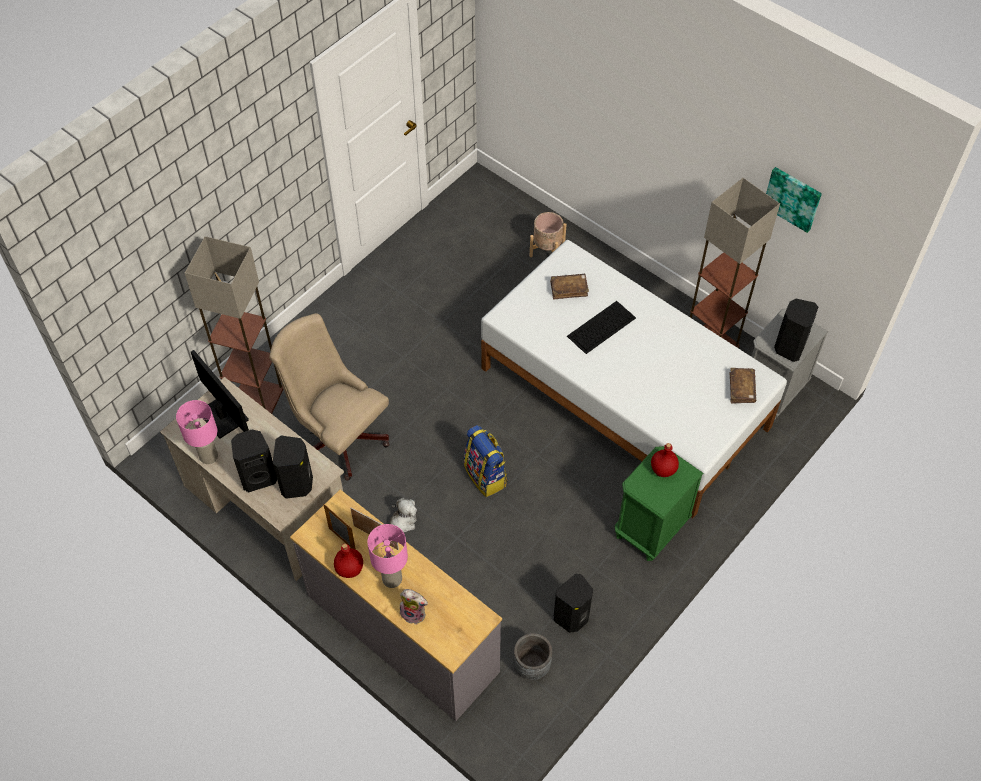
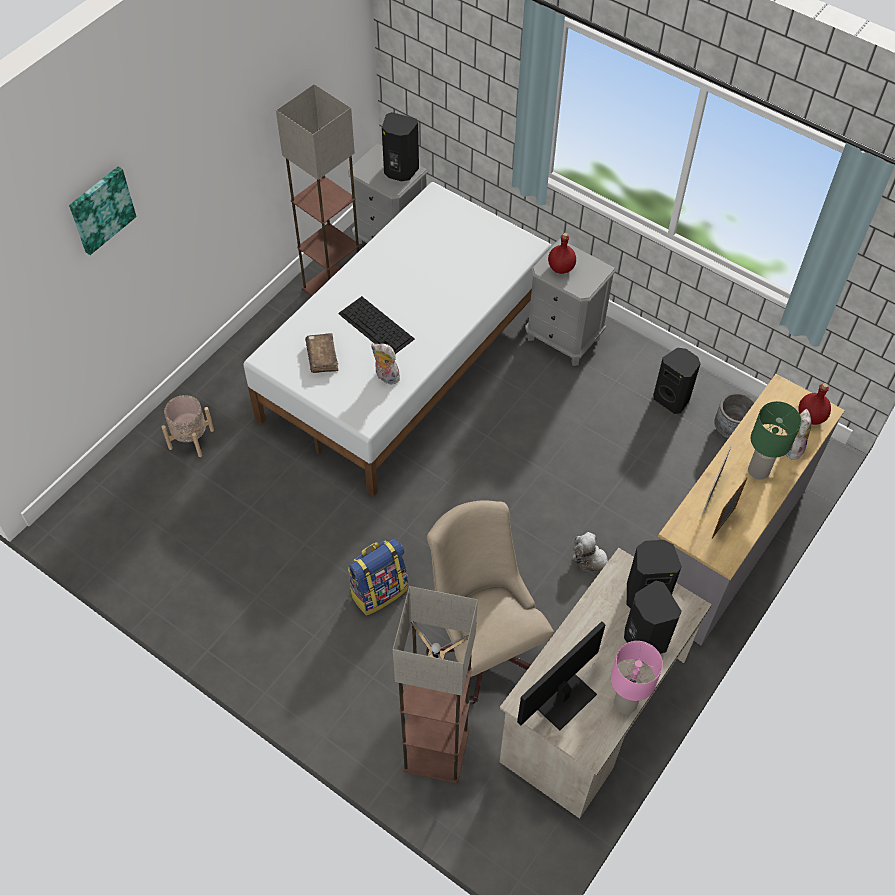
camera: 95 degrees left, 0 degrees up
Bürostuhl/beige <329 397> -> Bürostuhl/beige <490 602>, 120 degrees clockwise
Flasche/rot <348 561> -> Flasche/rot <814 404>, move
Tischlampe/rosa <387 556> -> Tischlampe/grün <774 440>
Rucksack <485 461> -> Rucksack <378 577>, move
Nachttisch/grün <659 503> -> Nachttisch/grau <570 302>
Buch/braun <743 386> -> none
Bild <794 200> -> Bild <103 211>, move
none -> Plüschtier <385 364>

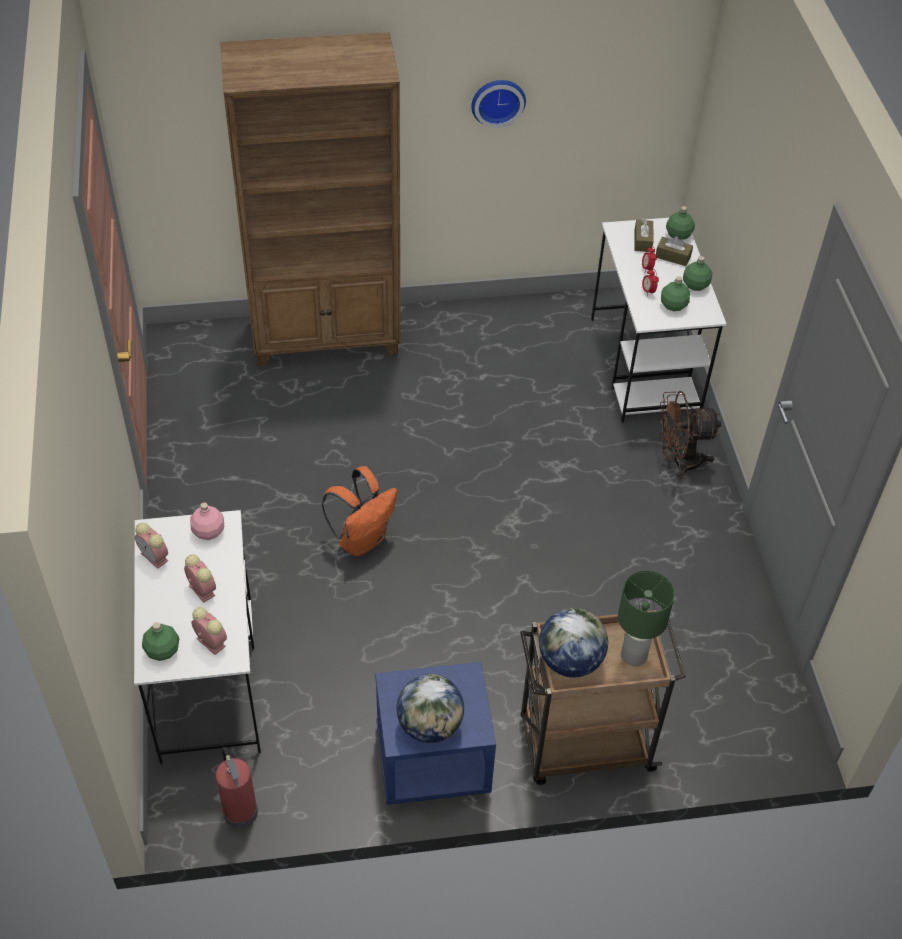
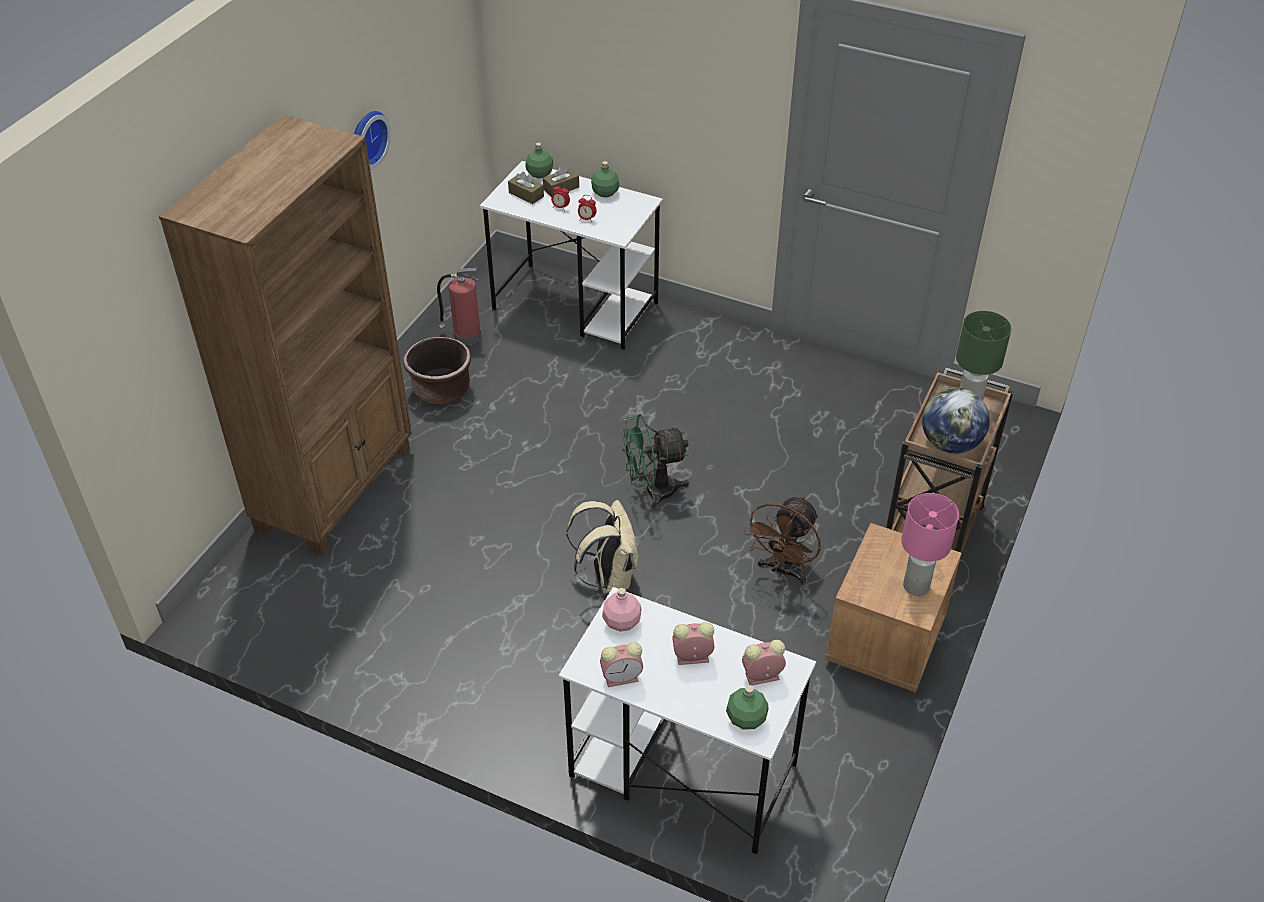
camera: 55 degrees left, 5 degrees down
Feuerlöscher <237 787> -> Feuerlöscher <459 306>, move
Rucksack/orange <360 511> -> Rucksack/beige <602 546>
Nachttisch/blau <435 733> -> Nachttisch/braun <893 608>
Globus <430 708> -> Tischlampe/rosa <930 544>
Ventilator/braun <690 435> -> Ventilator/braun <782 540>, move
Flasche/grün <675 293> -> none
none -> Pflanzkübel/braun <437 370>
none -> Ventilator/grün <655 462>

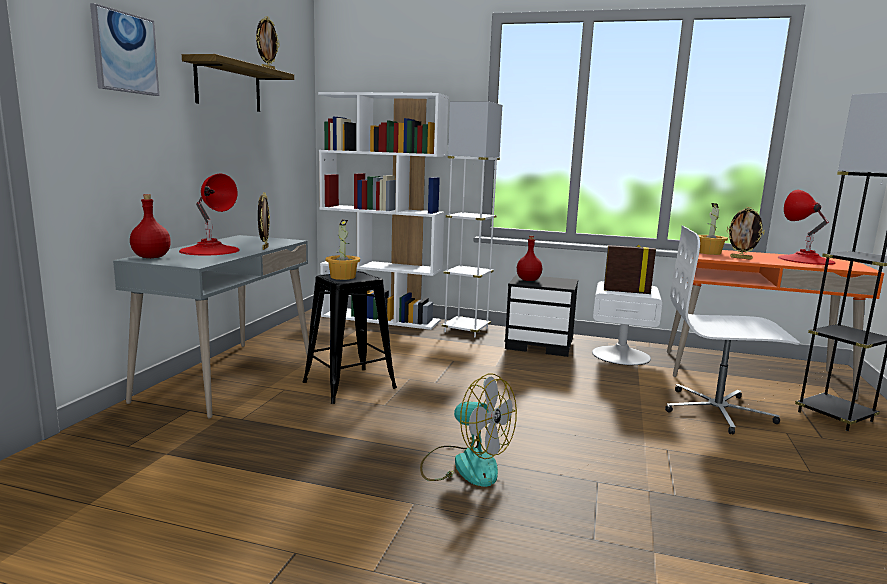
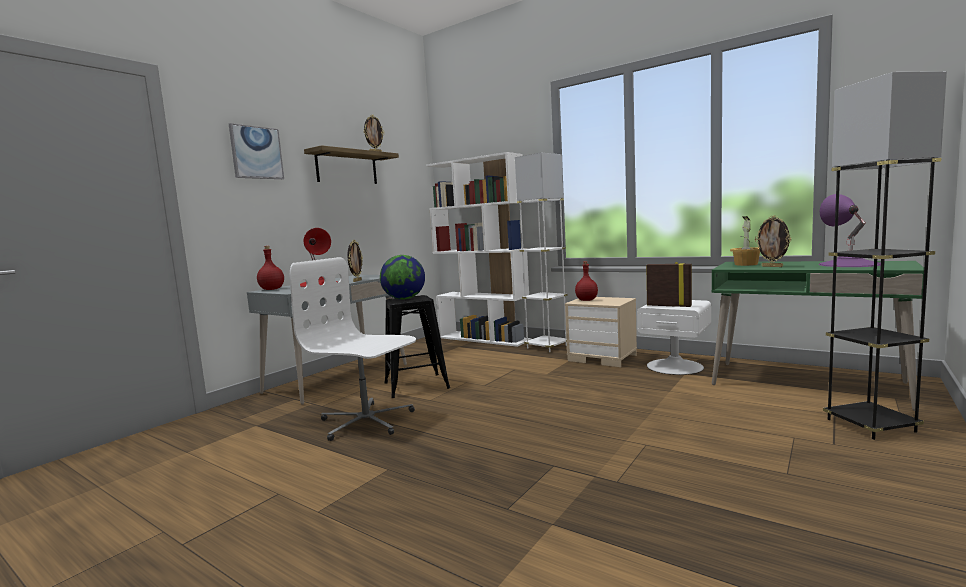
camera: 20 degrees right, 5 degrees down
Topfpflanze <343 250> -> Globus <402 277>
Ventilator <468 430> -> none
Nachttisch/schwarz <541 315> -> Nachttisch/beige <601 332>
Bürostuhl/weiß <732 329> -> Bürostuhl/weiß <353 349>, move
Schreibtisch/orange <775 325> -> Schreibtisch/grün <818 336>
Tischlampe/rot <807 227> -> Tischlampe/lila <850 230>

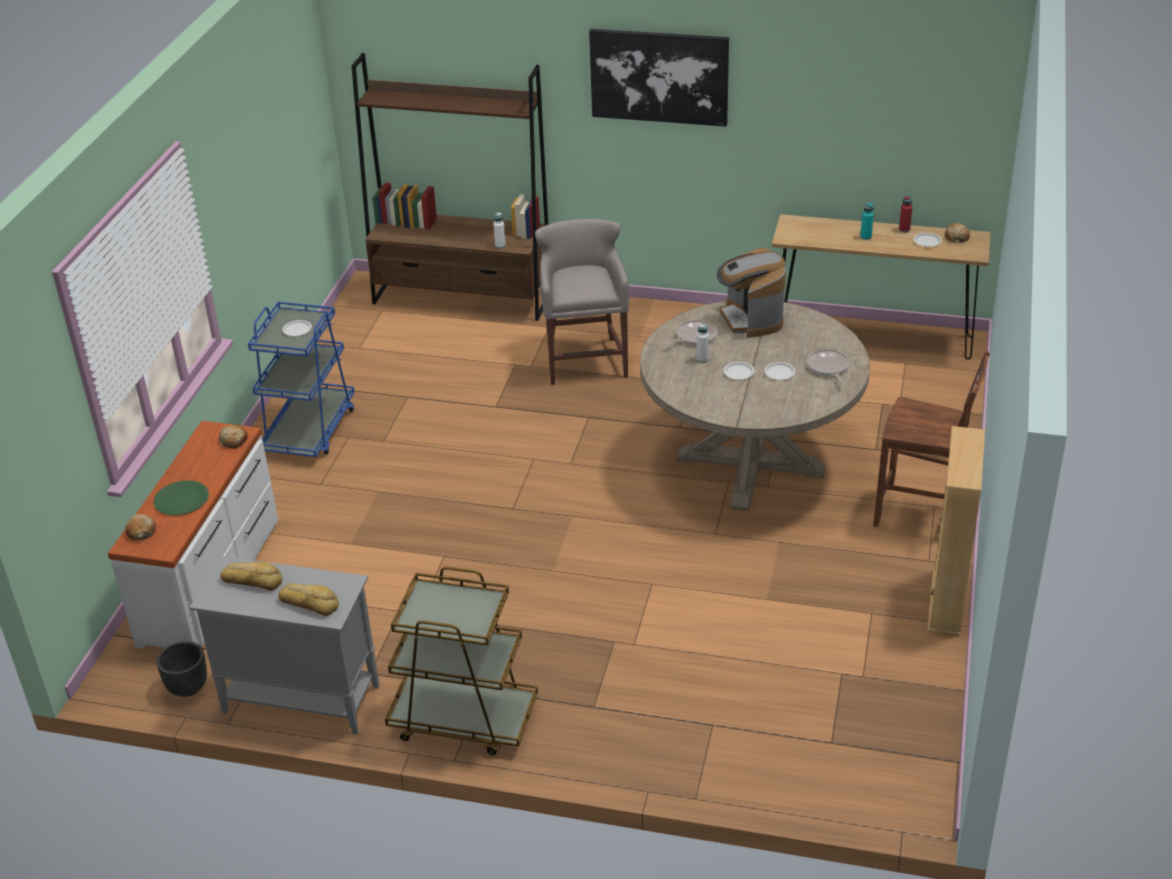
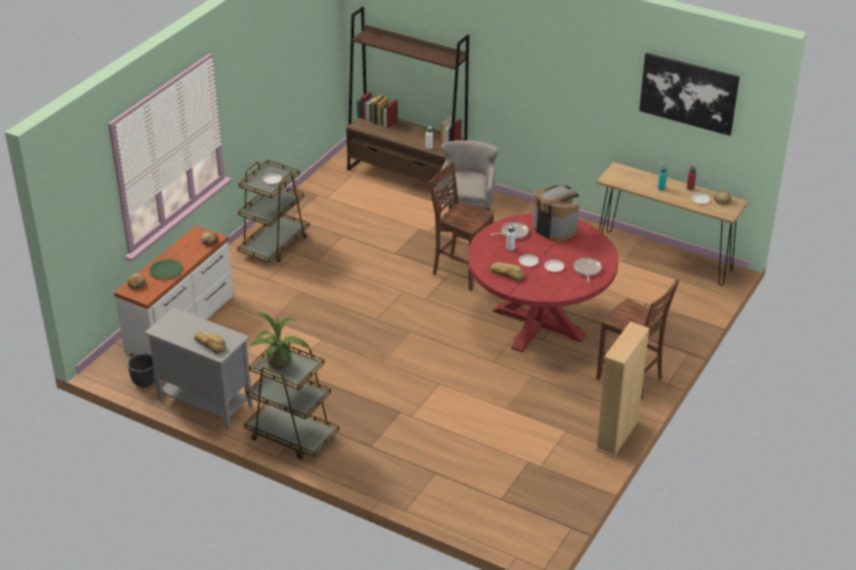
camera: 15 degrees right, 0 degrees up
Brot <251 576> -> Brot <507 271>, move
Rollwagen/blau <301 379> -> Rollwagen/braun <273 210>
Bild <659 78> -> Bild <689 94>, move
Esstisch/beige <755 406> -> Esstisch/rot <543 283>
Kaffeemaschine <751 293> -> Kaffeemaschine <556 213>, 135 degrees clockwise
none -> Topfpflanze <279 341>
none -> Stuhl/braun <461 226>

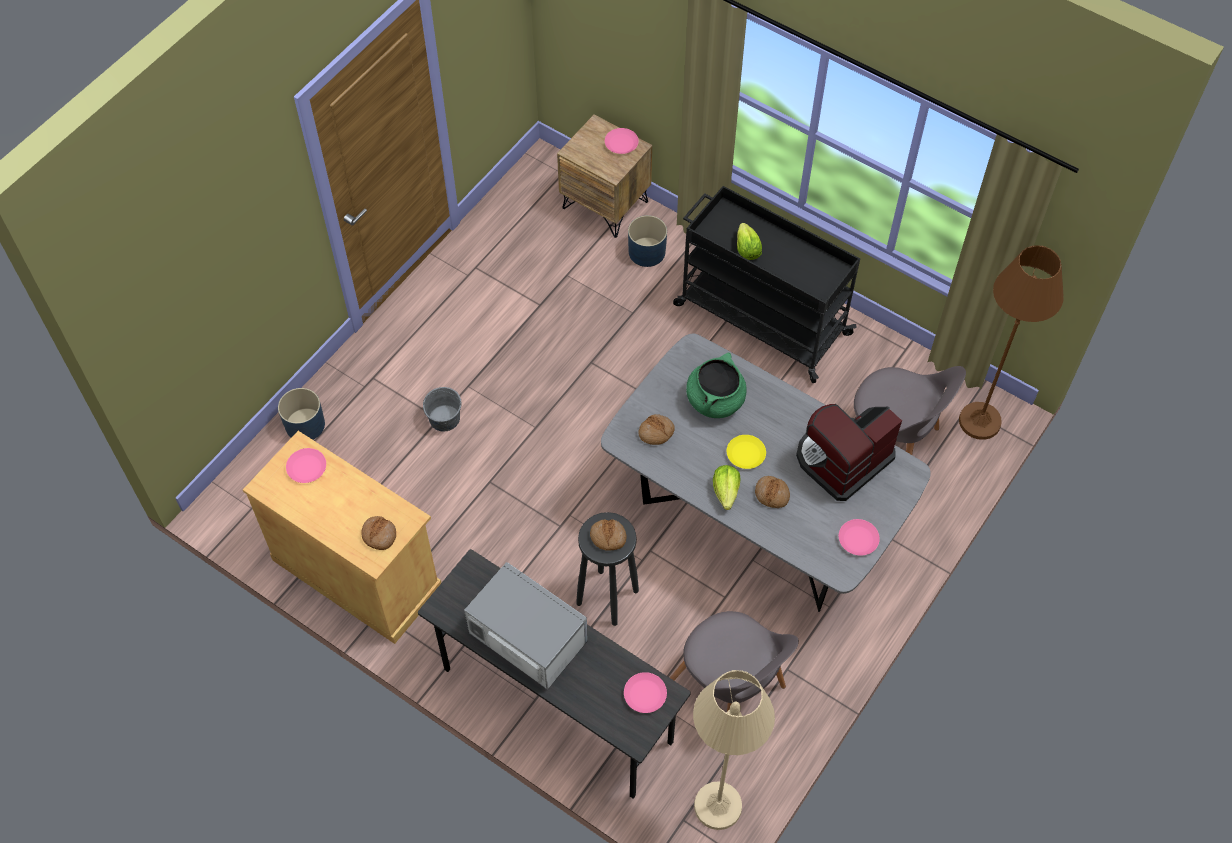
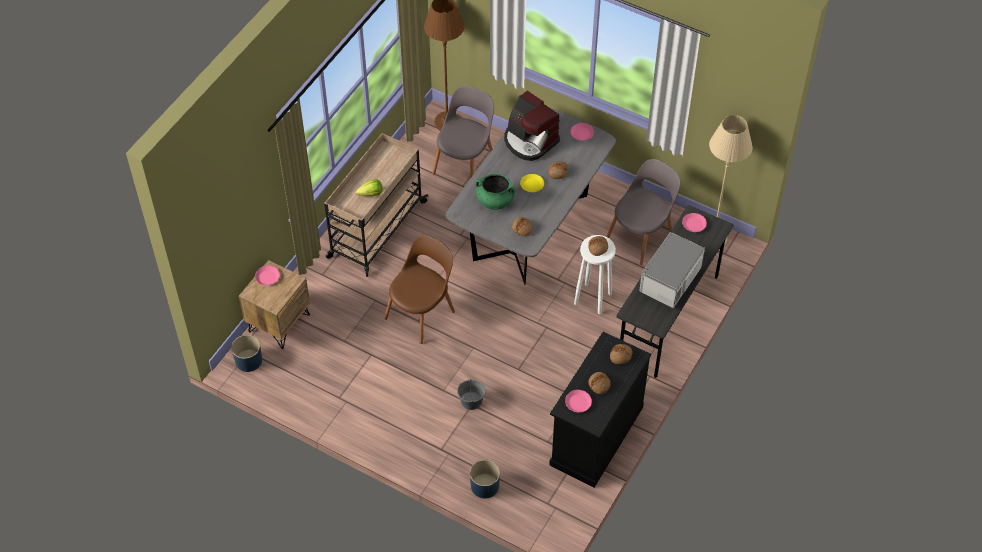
camera: 95 degrees left, 5 degrees down
Schrank/beige <342 537> -> Schrank/schwarz <600 409>
Hocker/schwarz <607 569> -> Hocker/weiß <595 274>
Pflanzkübel/blau <647 241> -> Pflanzkübel/blau <246 353>, move
Rollwagen/schwarz <766 284> -> Rollwagen/beige <376 205>
Salatkopf <727 487> -> none
none -> Stuhl/braun <419 289>
none -> Brot <599 383>

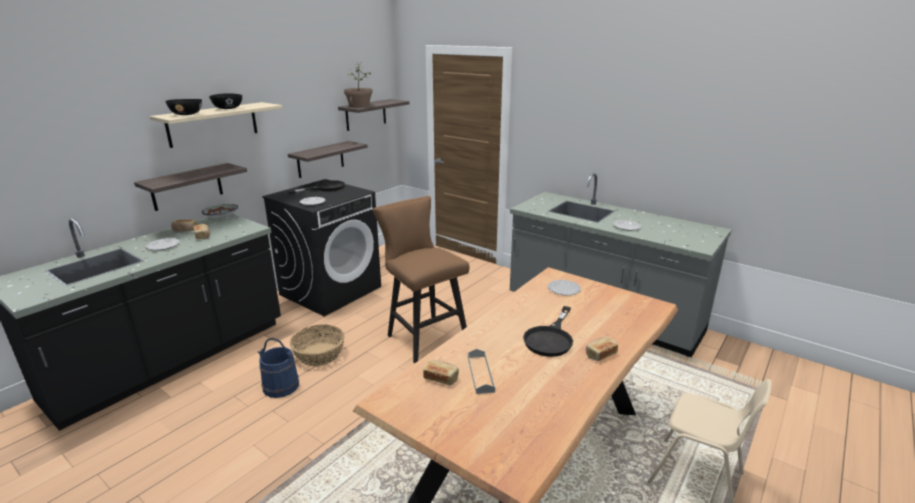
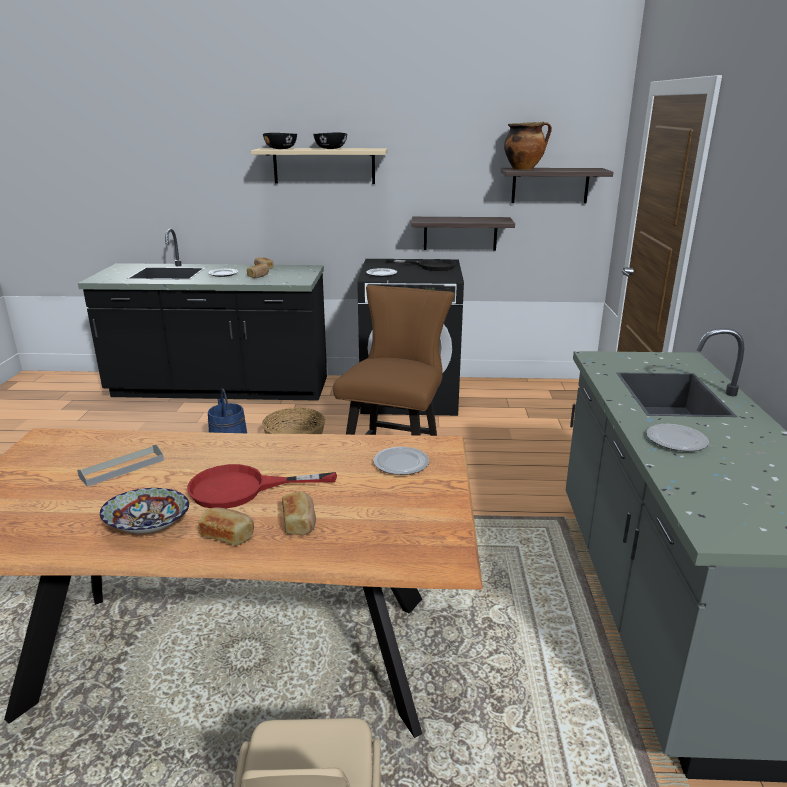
camera: 55 degrees right, 0 degrees up
Wandregal <190 187> -> none
Schüssel <220 211> -> Schüssel <144 511>, move
Topfpflanze <358 85> -> Kochtopf <528 146>
Brot <441 372> -> Brot <299 513>, move
Pfanne/schwarz <548 331> -> Pfanne/rot <262 486>

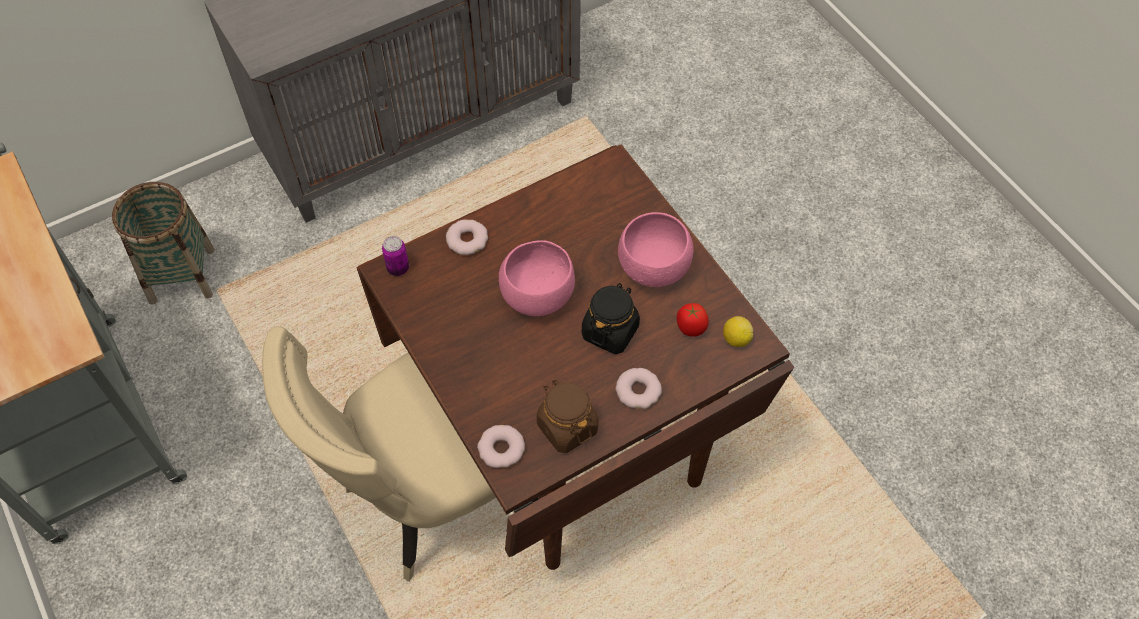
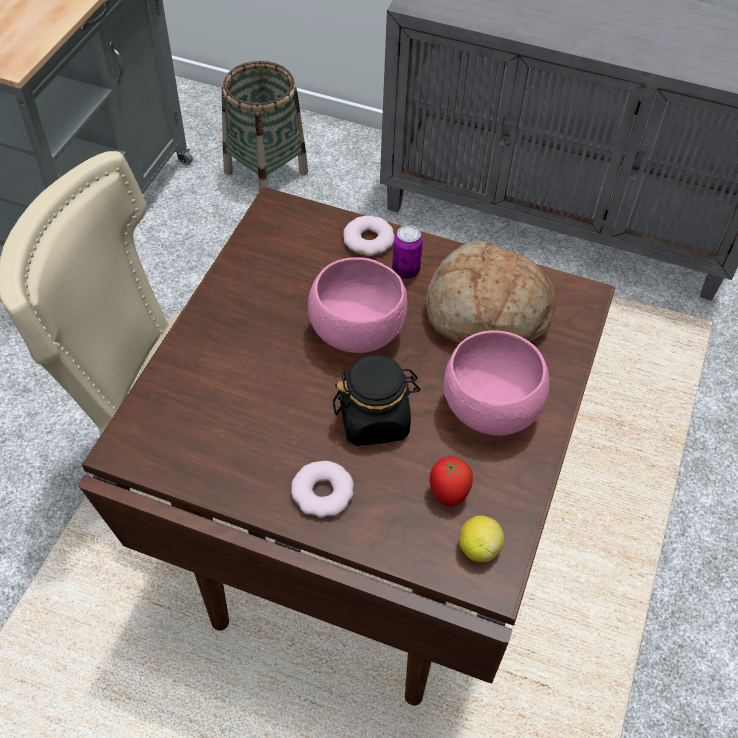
camera: 50 degrees right, 5 degrees down
Dose <395 256> -> Dose <407 252>, move
Donut <501 446> -> none
Vorratsglas/braun <568 416> -> none
none -> Brot <491 292>

